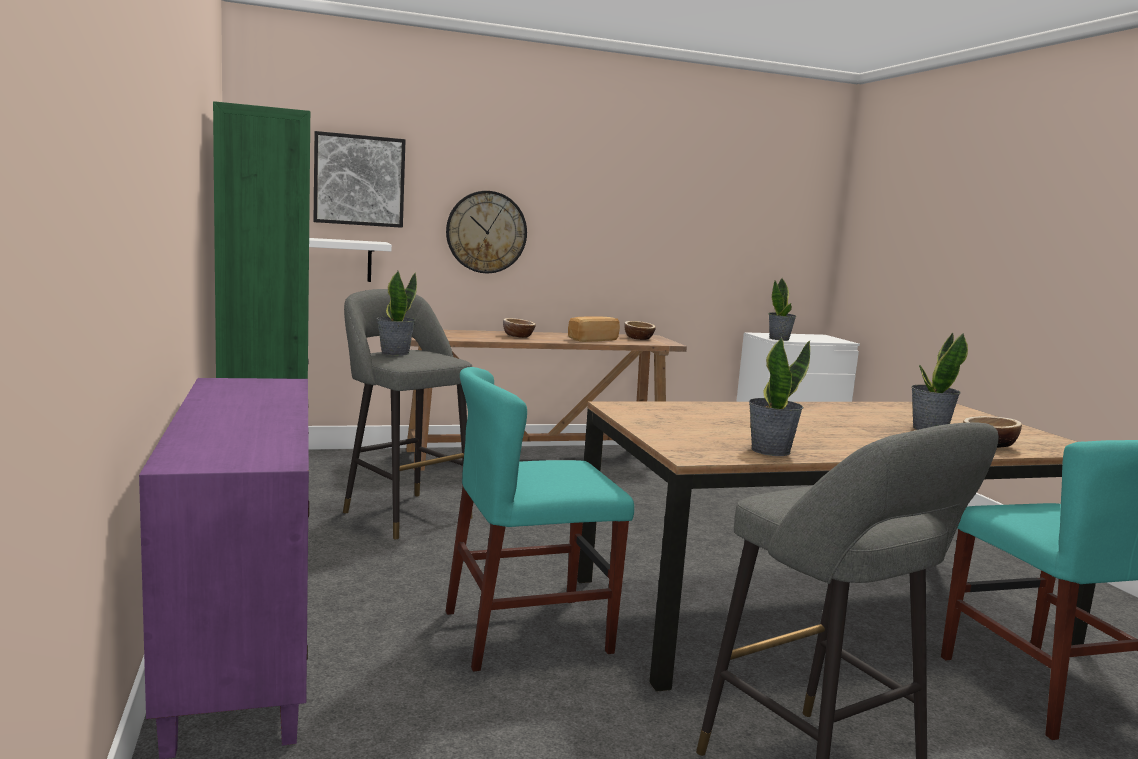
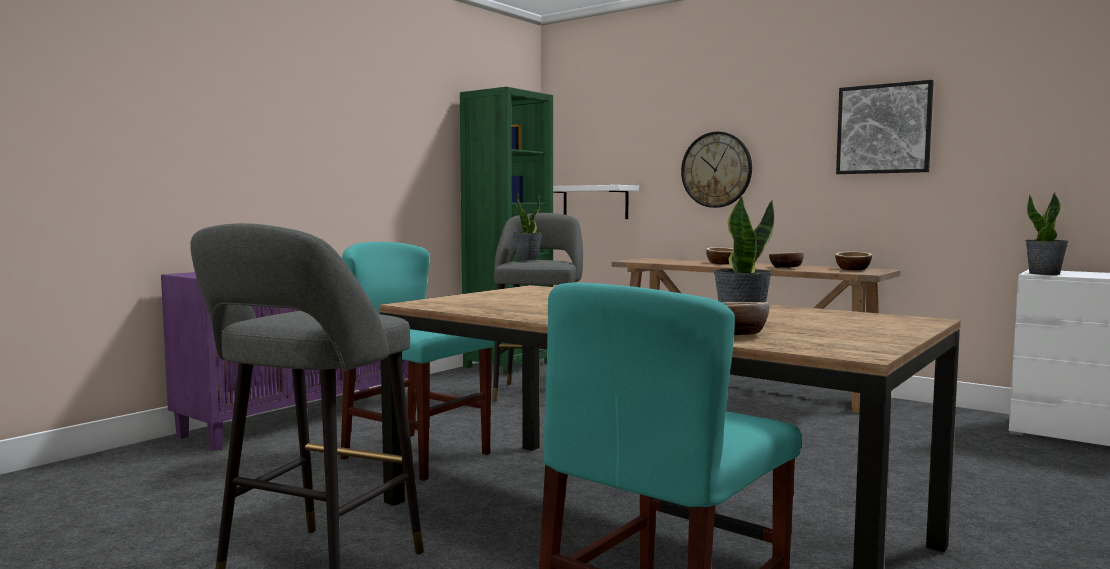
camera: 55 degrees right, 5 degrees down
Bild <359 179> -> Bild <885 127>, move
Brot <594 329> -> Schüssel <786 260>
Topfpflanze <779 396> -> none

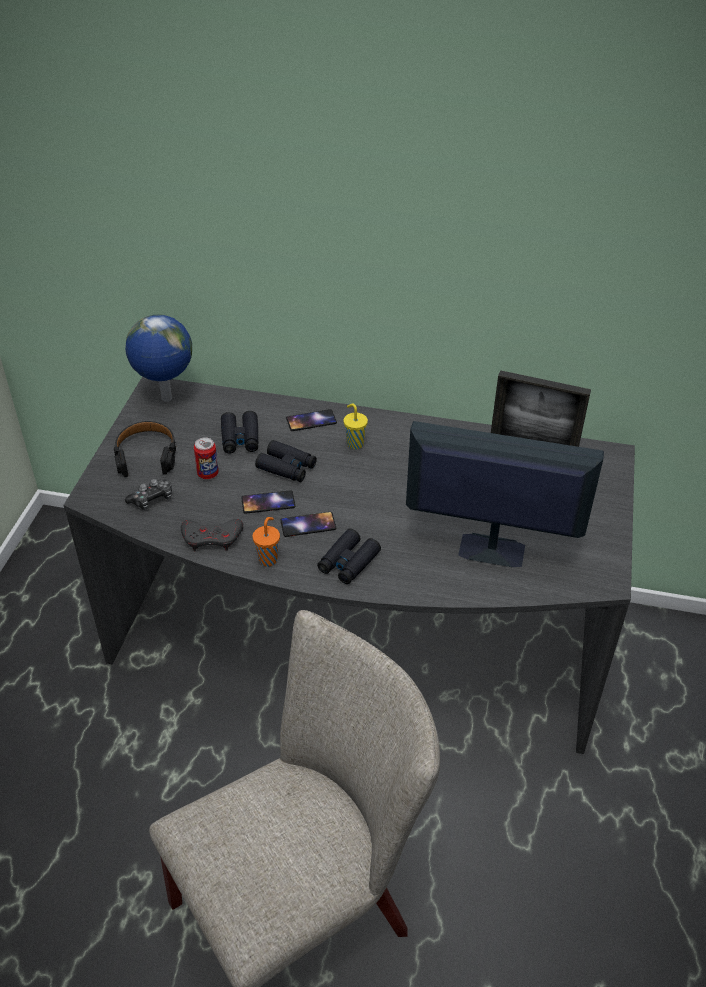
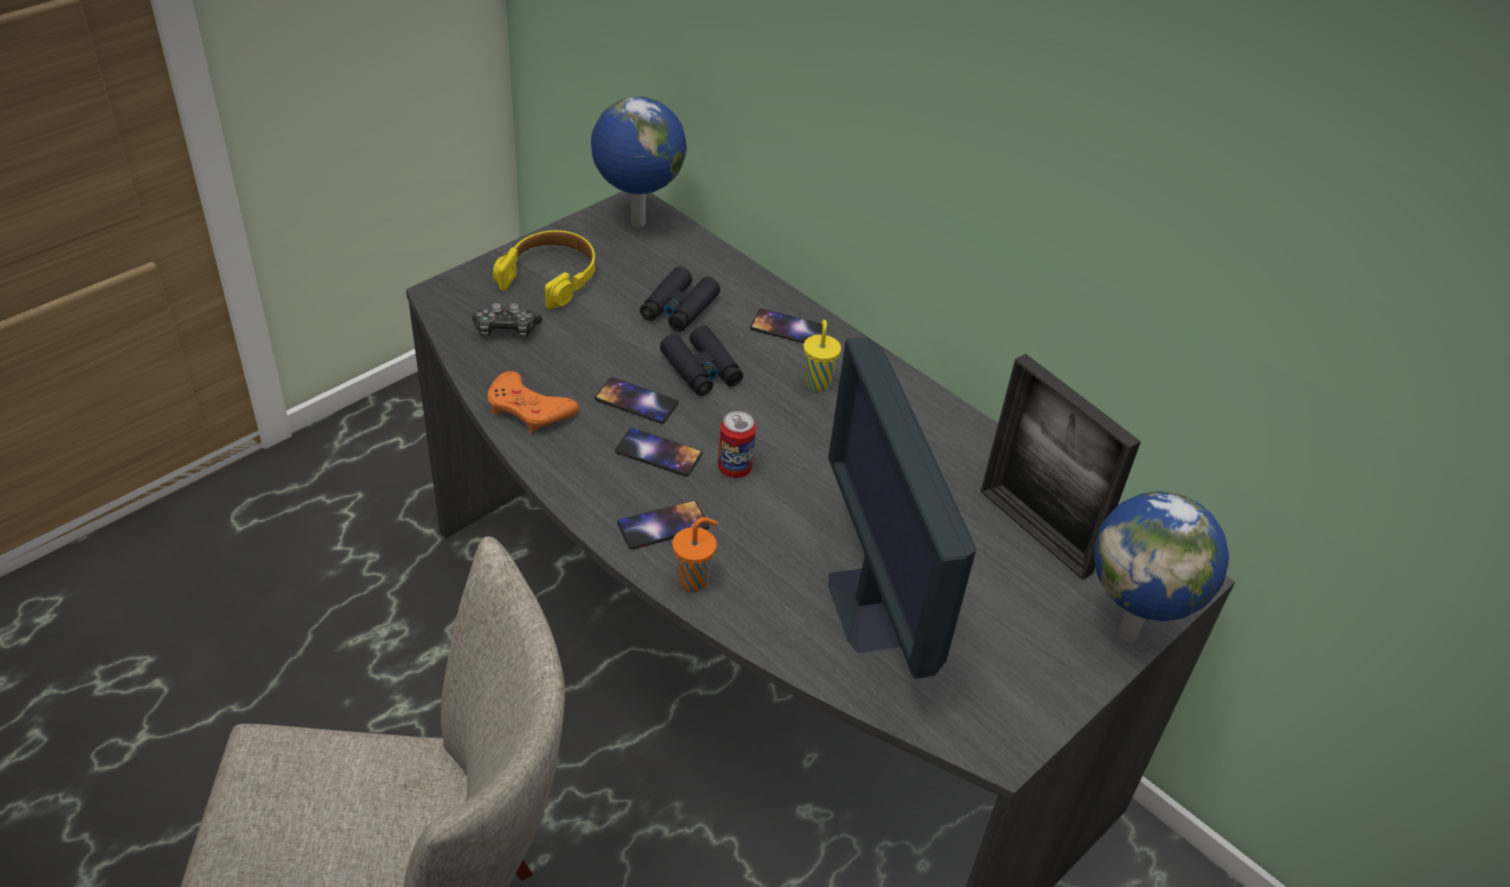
camera: 30 degrees right, 0 degrees up
Kopfhörer/schwarz <145 449> -> Kopfhörer/gelb <544 269>
Gamepad/grau <212 535> -> Gamepad/orange <533 402>
Dose <206 458> -> Dose <737 444>, move
Tasse/orange <266 542> -> Tasse/orange <695 554>, move
Fernglas/schwarz <349 556> -> Handy <663 524>
Monitor <505 494> -> Monitor <902 508>, 150 degrees counterclockwise
none -> Globus <1161 566>

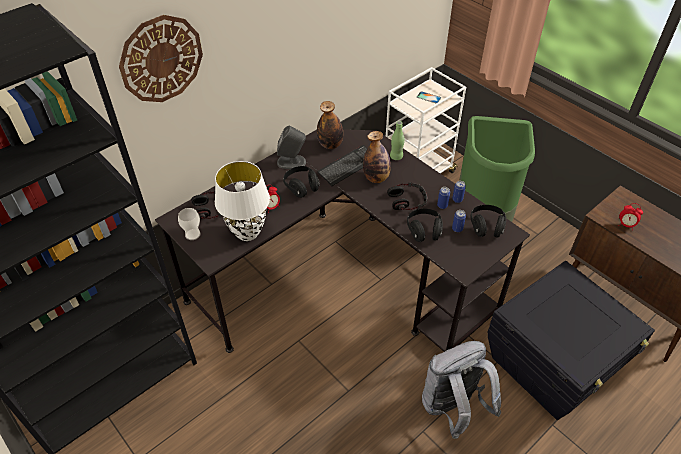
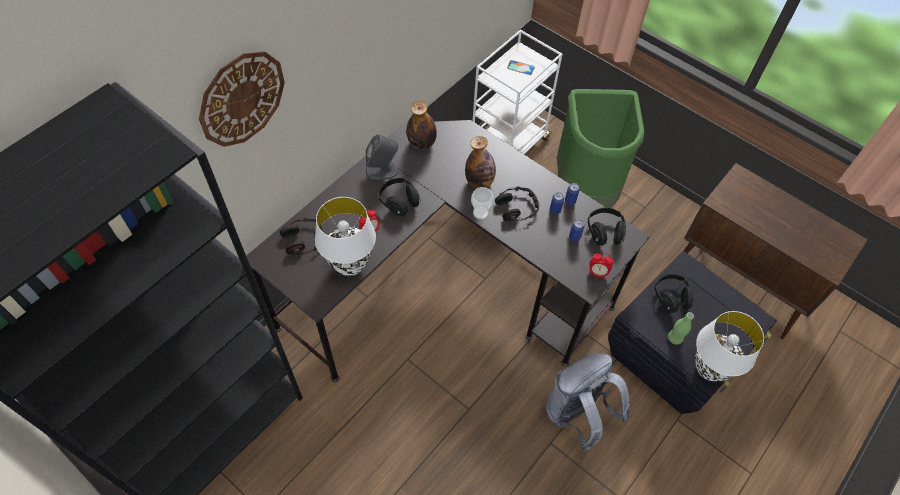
camera: 10 degrees left, 10 degrees up
Tasse <189 224> -> Tasse <482 203>, move
Tastatur <342 165> -> none
Flasche/grün <397 140> -> Flasche/grün <681 328>, move
Kopfhörer/schwarz <425 225> -> Kopfhörer/schwarz <674 293>, move
Wecker <631 216> -> Wecker <601 266>, move
none -> Tischlampe/weiß <729 346>

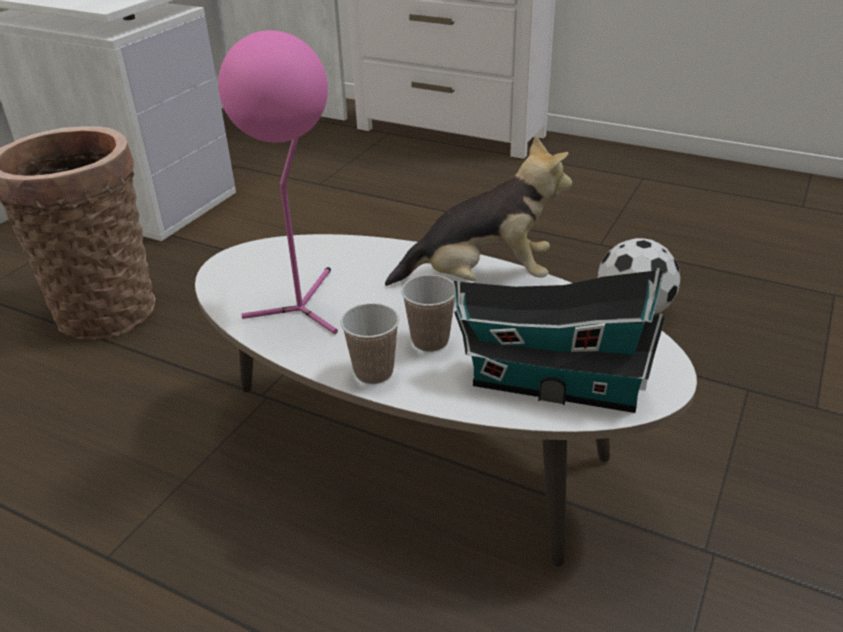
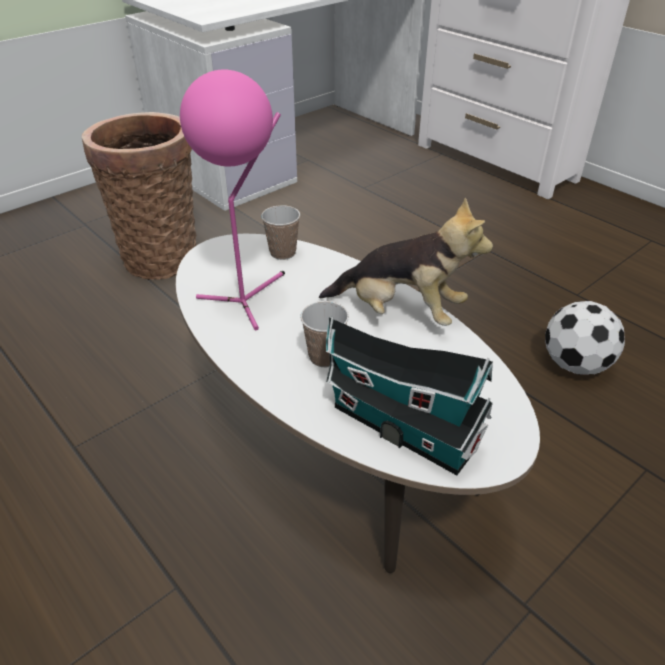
camera: 20 degrees right, 5 degrees up
Tasse <369 343> -> Tasse <280 232>, move

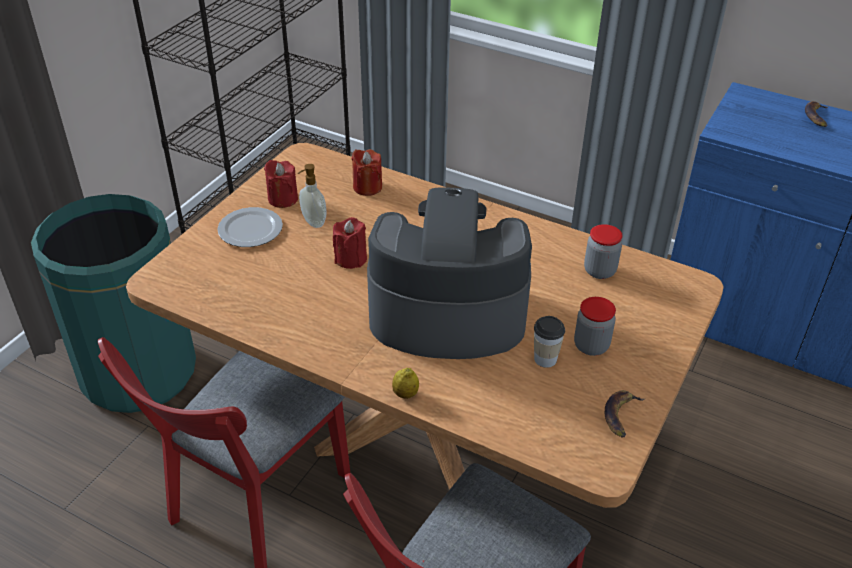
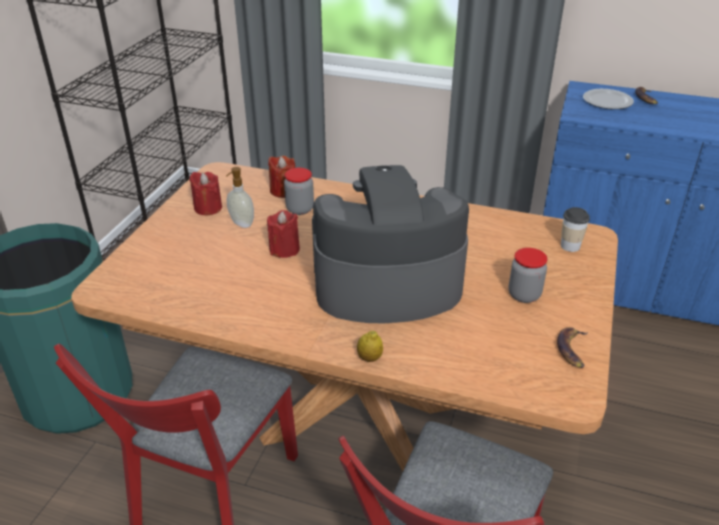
camera: 10 degrees left, 5 degrees down
Teller <250 227> -> Teller <608 99>, move
Tasse <549 342> -> Tasse <575 229>, move
Vorratsglas <603 251> -> Vorratsglas <299 191>, move

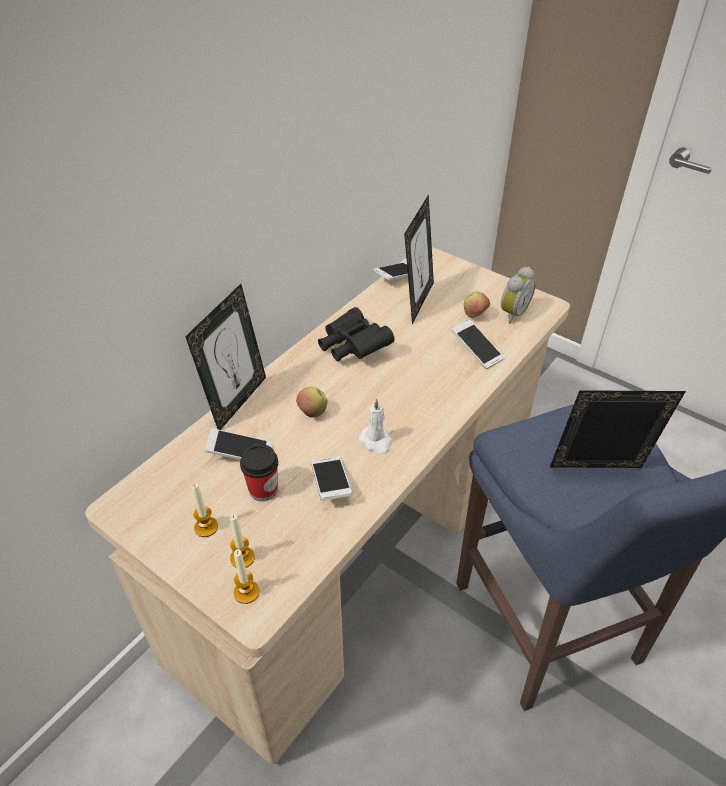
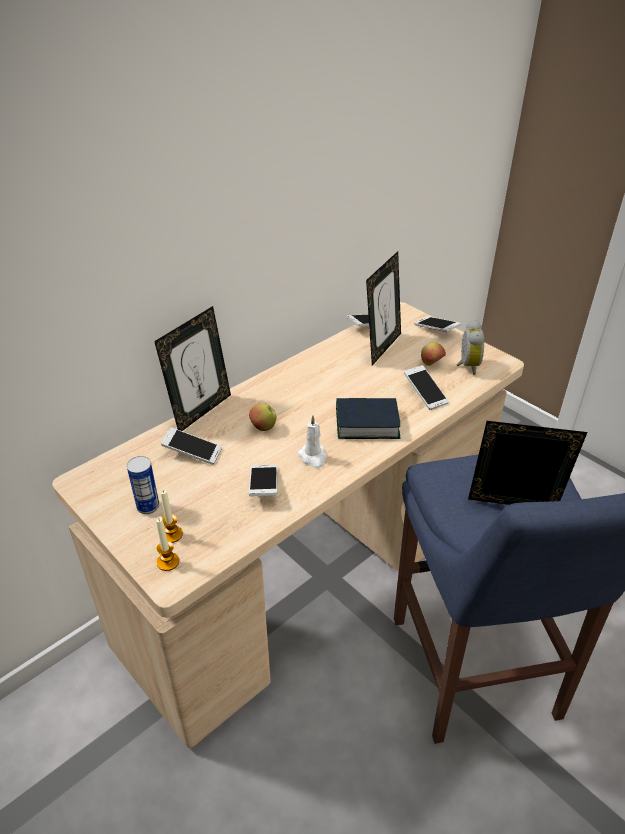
camera: 10 degrees right, 5 degrees down
Kerze <205 510> -> Dose <143 485>
Tasse <259 472> -> none
Fernglas/schwarz <356 334> -> none
Wecker <518 295> -> Wecker <470 347>, 45 degrees counterclockwise
none -> Buch <368 418>
none -> Handy <437 324>

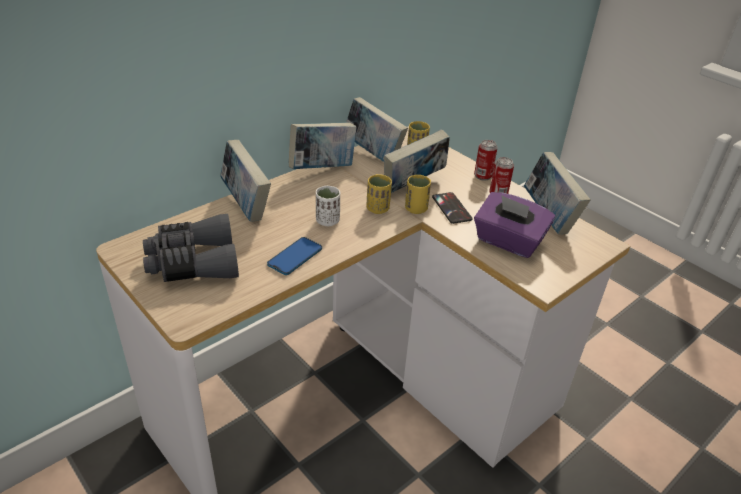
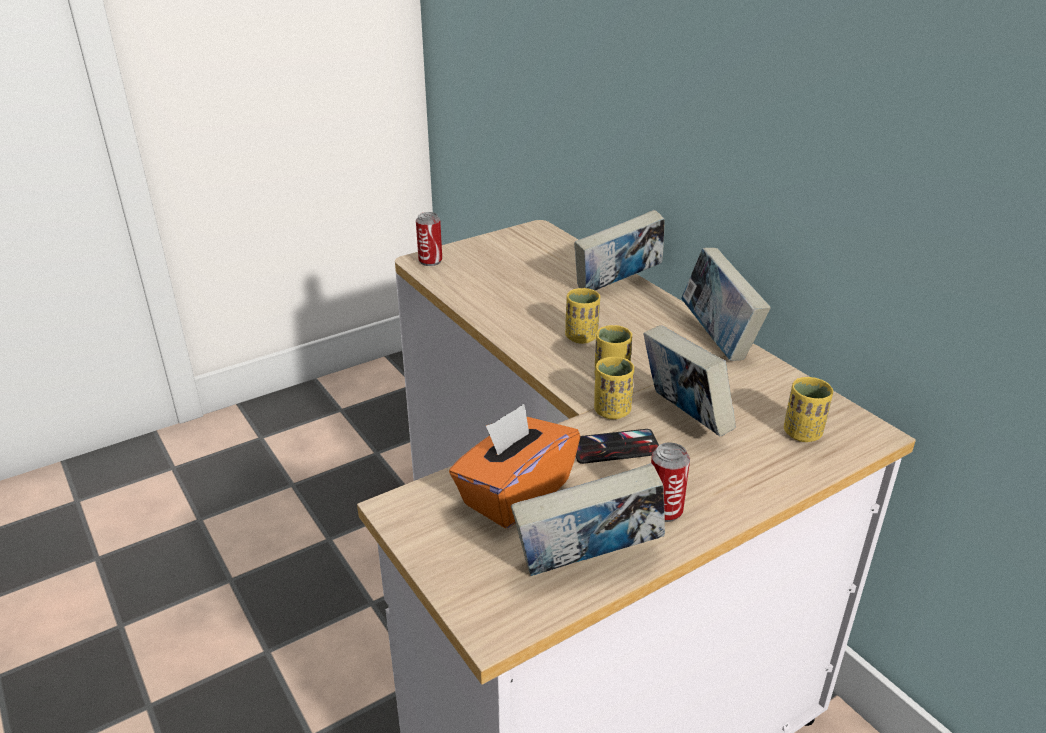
camera: 100 degrees right, 5 degrees down
Fernglas/grau <191 248> -> none
Handy <294 256> -> none
Tasse/weiß <328 206> -> Tasse/gelb <582 316>
Buch <377 129> -> none
Dose <486 160> -> Dose <429 239>, move
Taschentuchbox/lila <514 225> -> Taschentuchbox/orange <514 466>

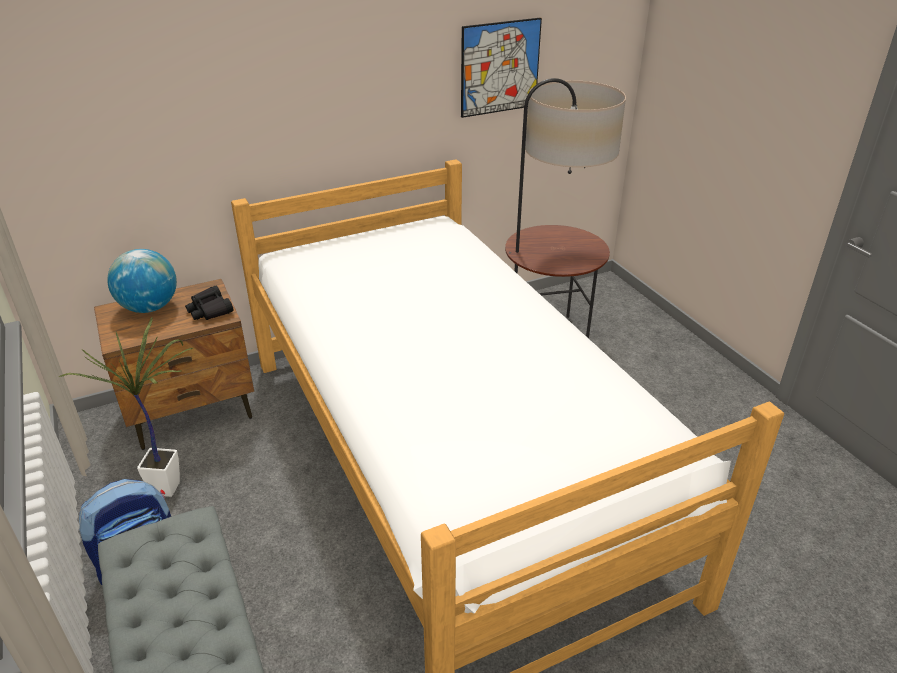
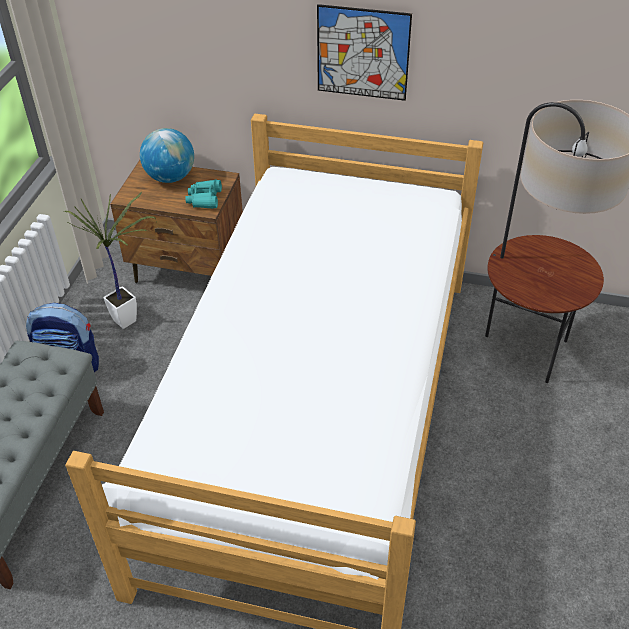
camera: 40 degrees right, 10 degrees up
Fernglas/schwarz <209 303> -> Fernglas/türkis <203 194>
Bild <501 67> -> Bild <364 52>, move

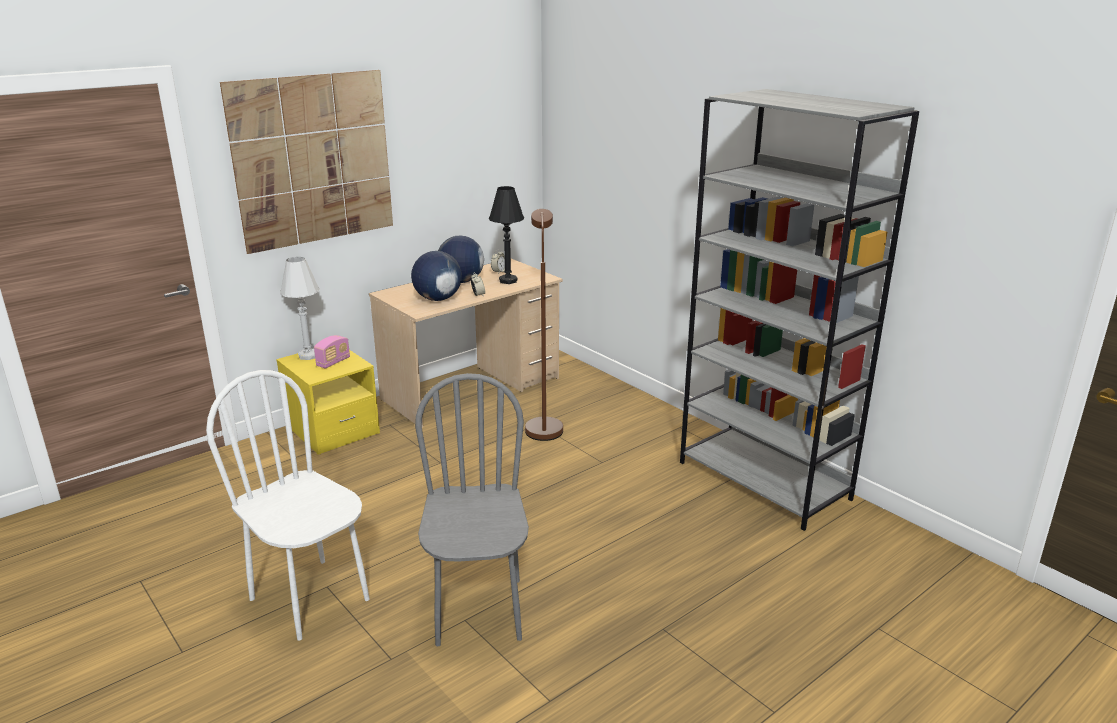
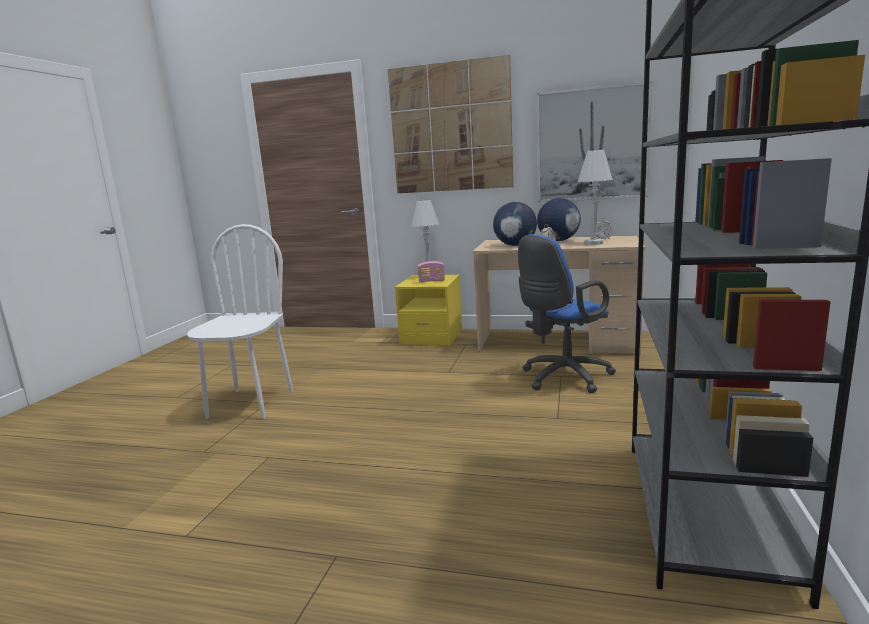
camera: 55 degrees right, 10 degrees down
Stuhl/grau <472 509> -> none
Tischlampe/schwarz <506 235> -> Tischlampe/weiß <595 197>
Stehlampe/braun <544 325> -> Bürostuhl/blau <567 313>
none -> Bild <594 141>

